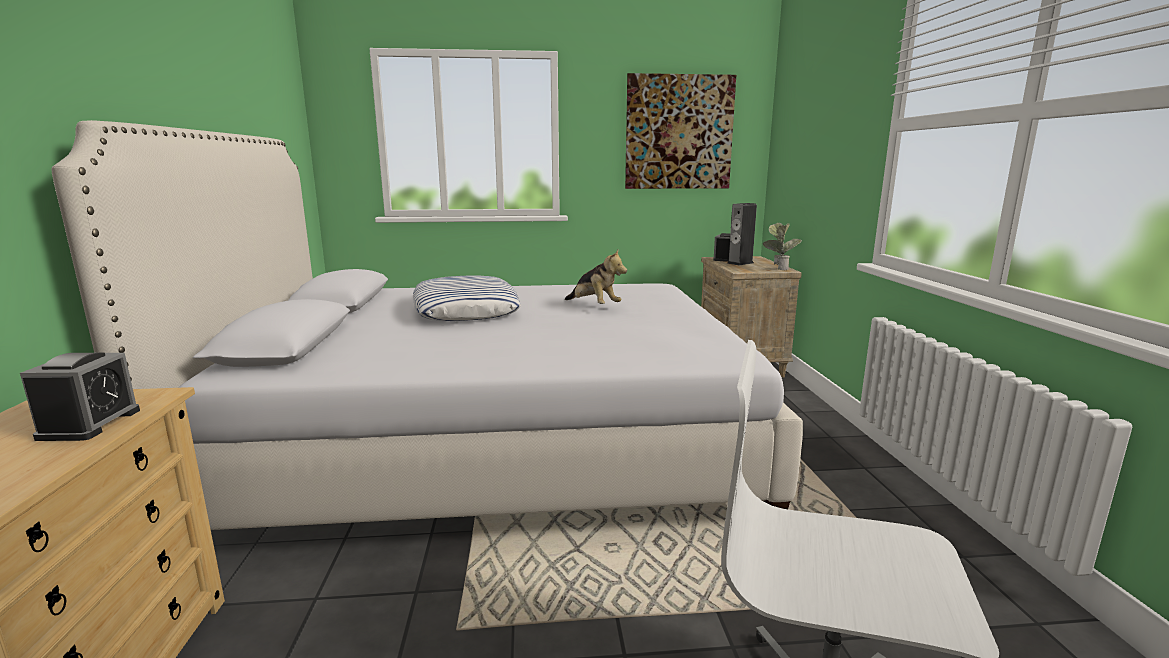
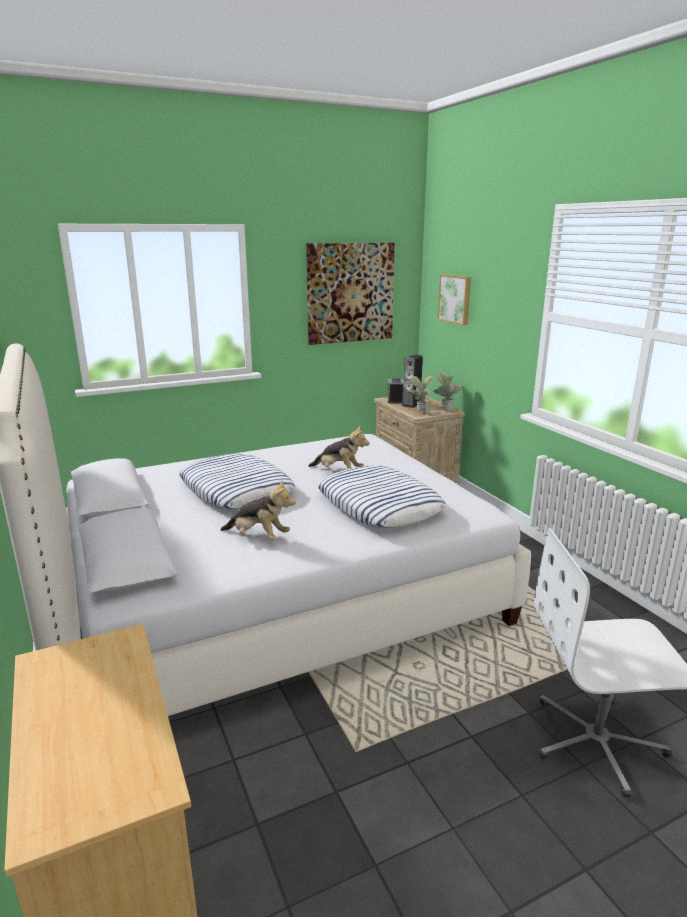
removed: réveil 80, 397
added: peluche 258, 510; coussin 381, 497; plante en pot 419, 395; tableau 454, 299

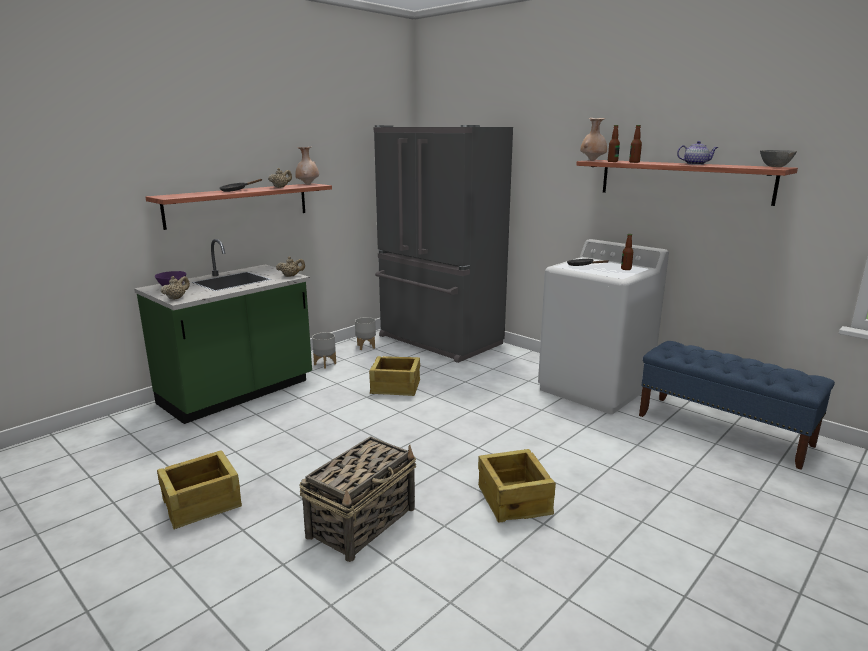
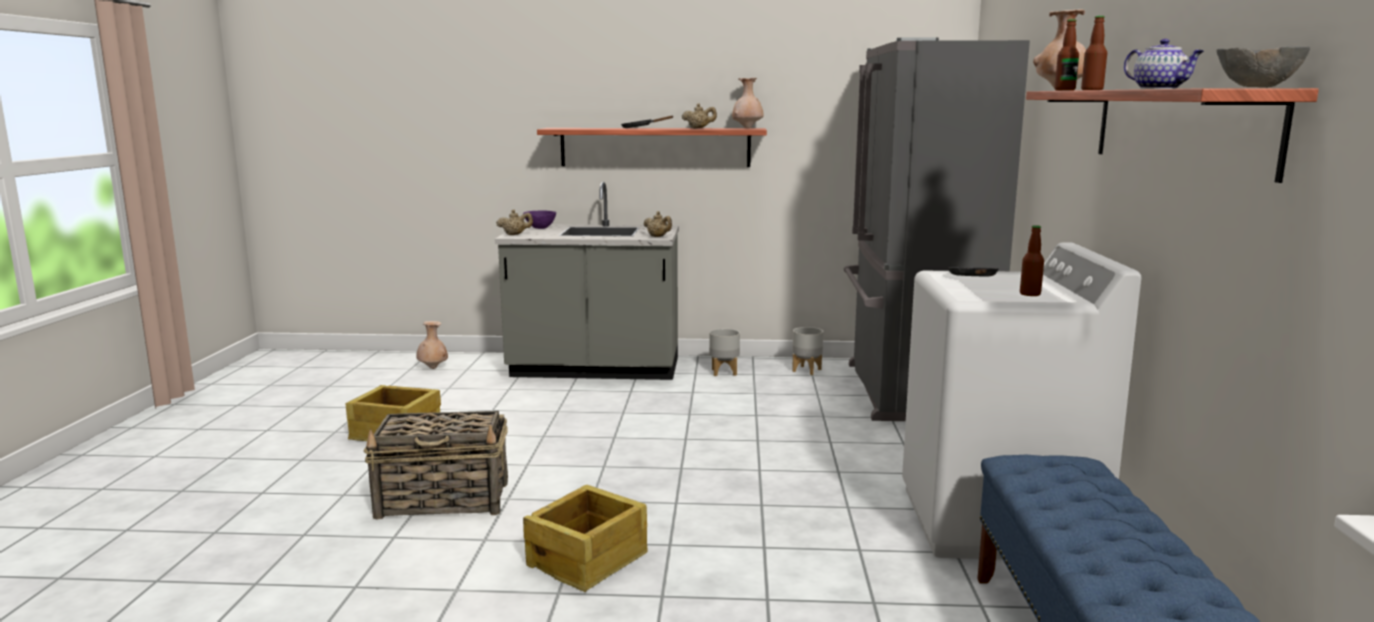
removed: caisse 394, 376
added: vase/beige 432, 345
recoloured: comptoir de cuisine/vert 223, 331 to comptoir de cuisine/gris 587, 281

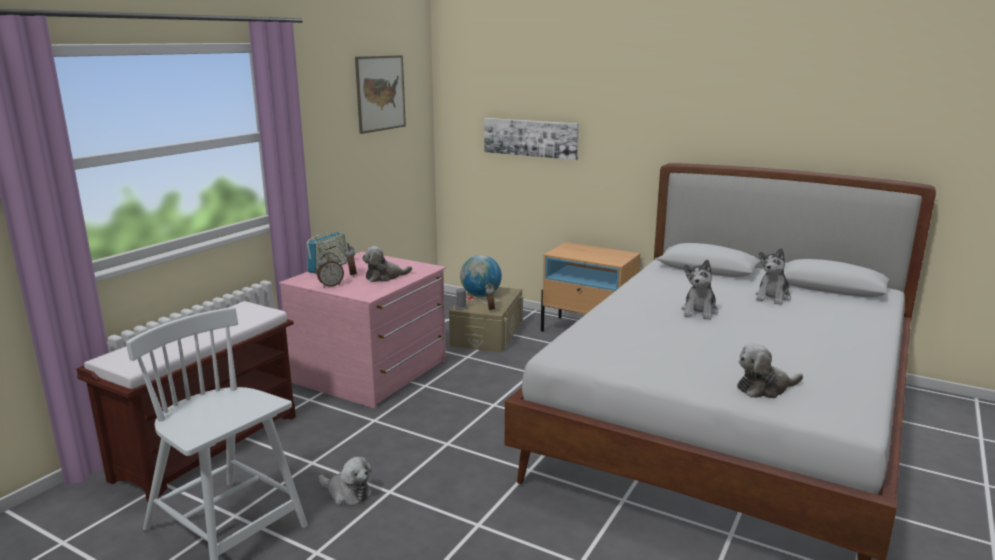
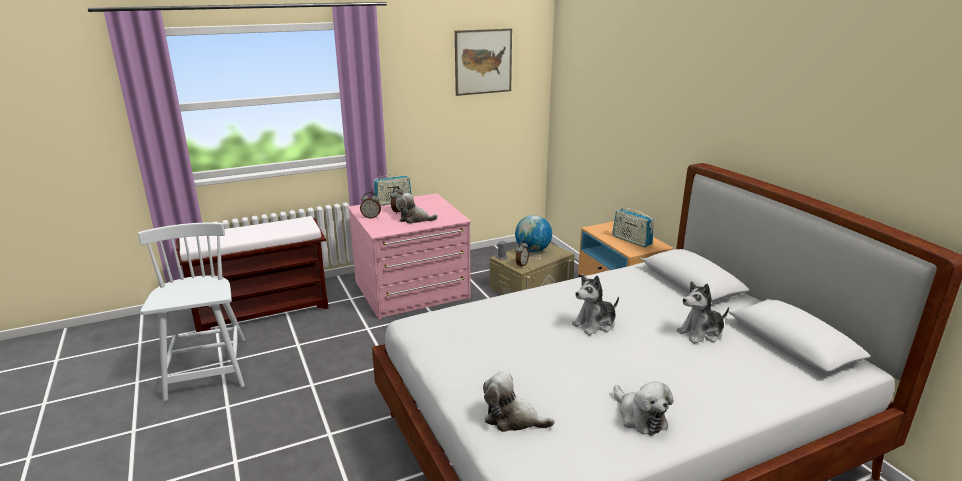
removed: tableau 531, 139
added: radio 633, 226
moved: peluche 345, 481 to 643, 408

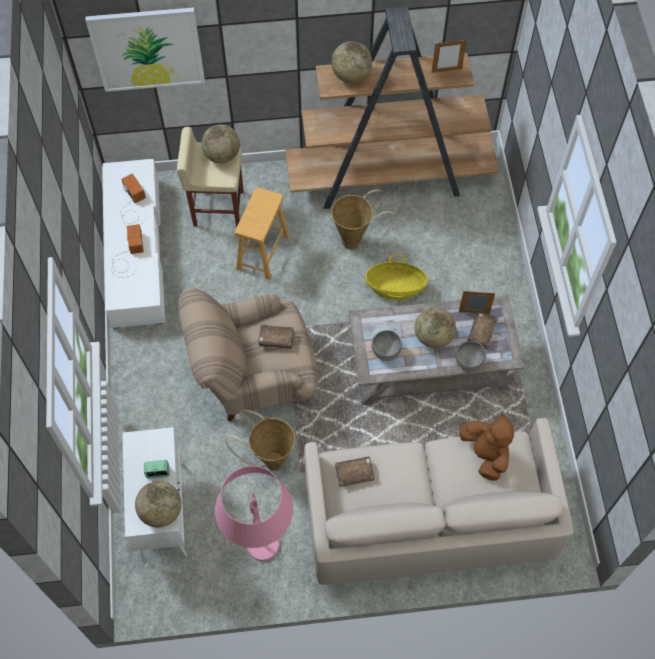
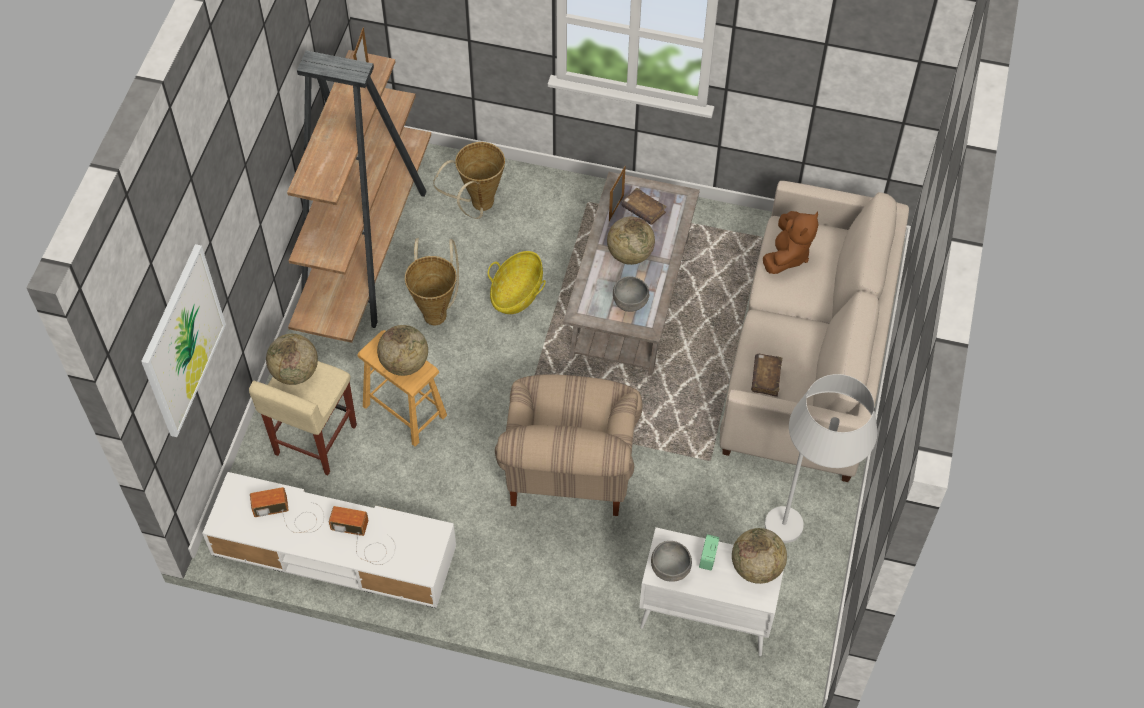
removed: livre/marron 276, 336
moved: globe 351, 62 to 402, 350; panier 260, 440 to 469, 180; bol/gris 470, 356 to 671, 561
recoloured: lampadaire/rose 254, 513 to lampadaire/blanc 821, 458
turned: peluche/marron 486, 447 = 791, 242 120 degrees clockwise

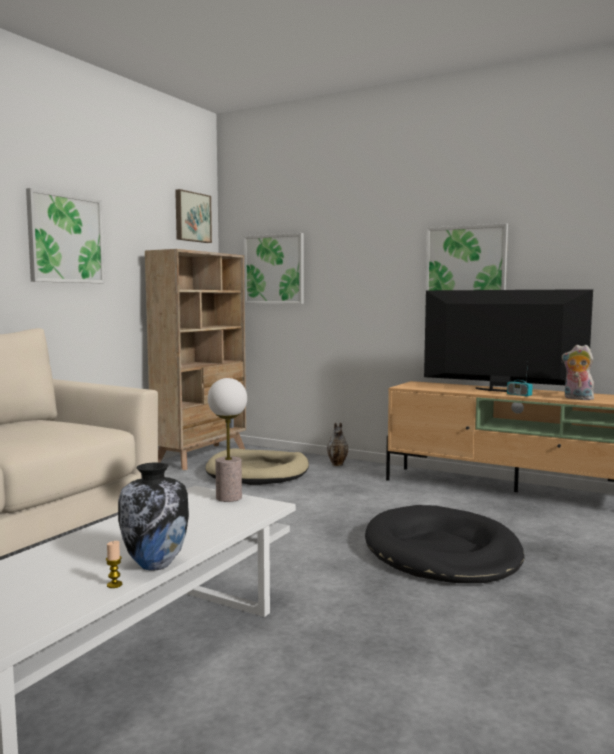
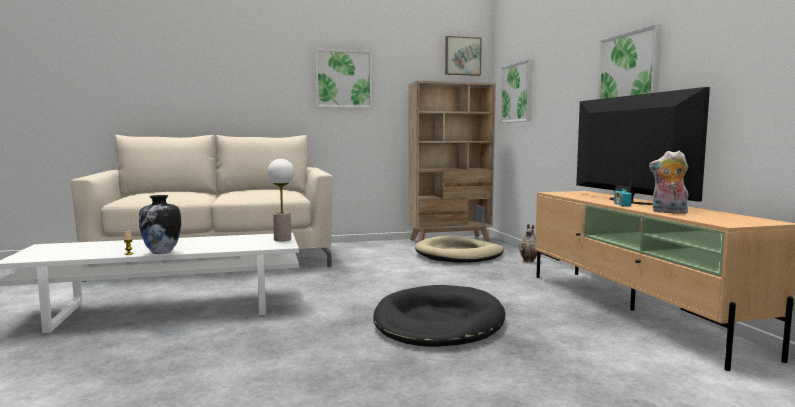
turned: peluche 578, 372 = 669, 182 60 degrees counterclockwise

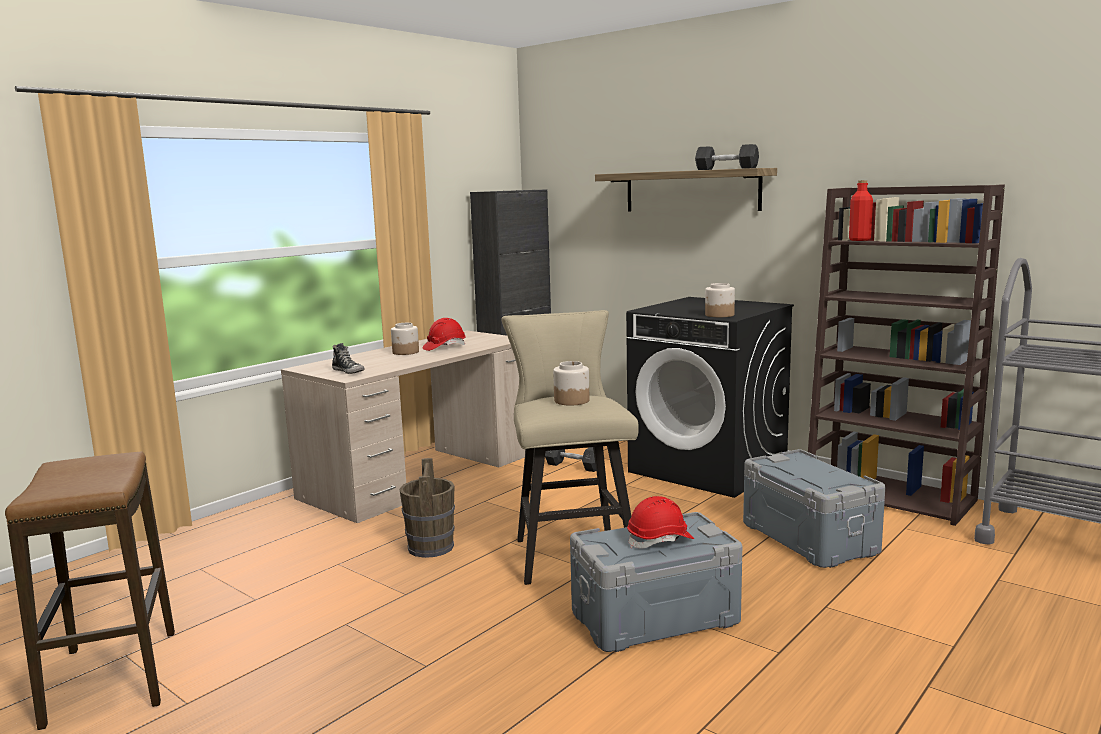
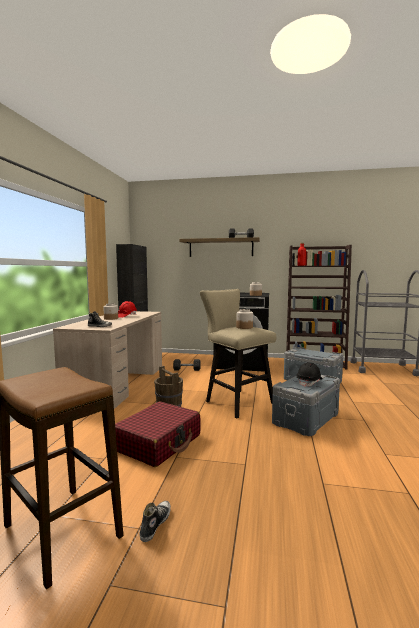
added: valise/rouge 157, 434; chaussure 155, 521
recoloured: casque de chantier/rouge 660, 522 to casque de chantier/noir 309, 374

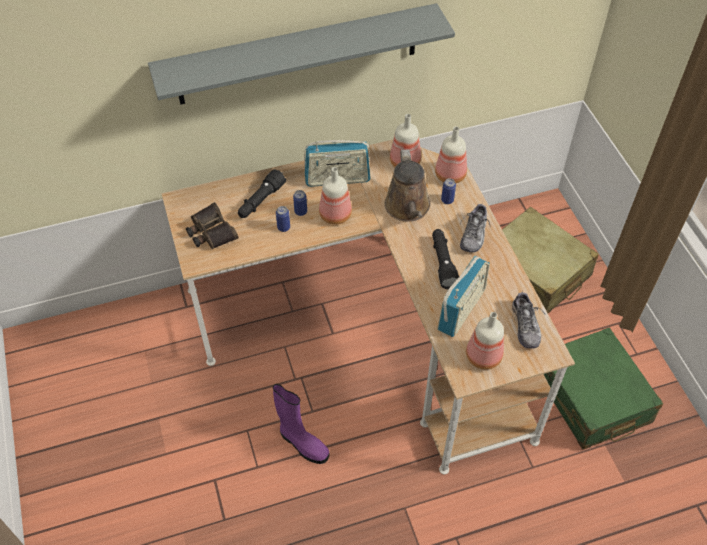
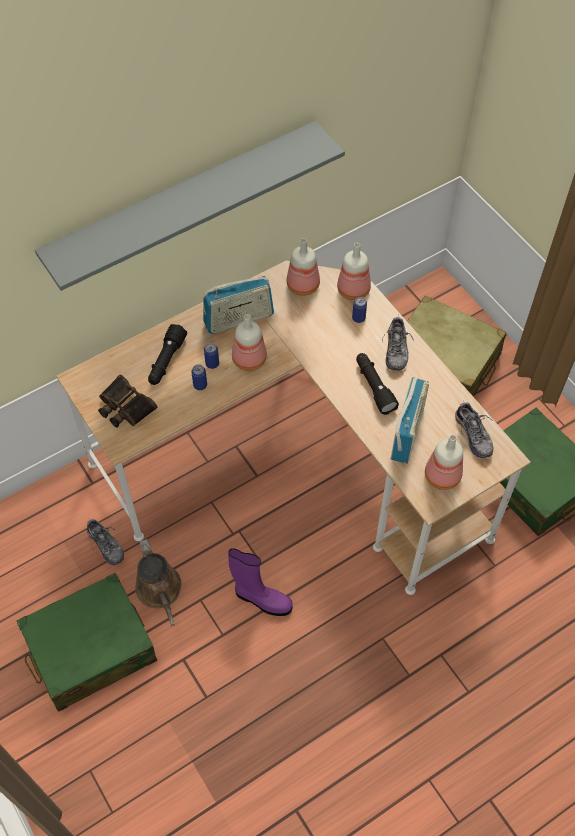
added: valise/vert 87, 642; chaussure 105, 542
moved: arrosoir/marron 407, 185 to 158, 582

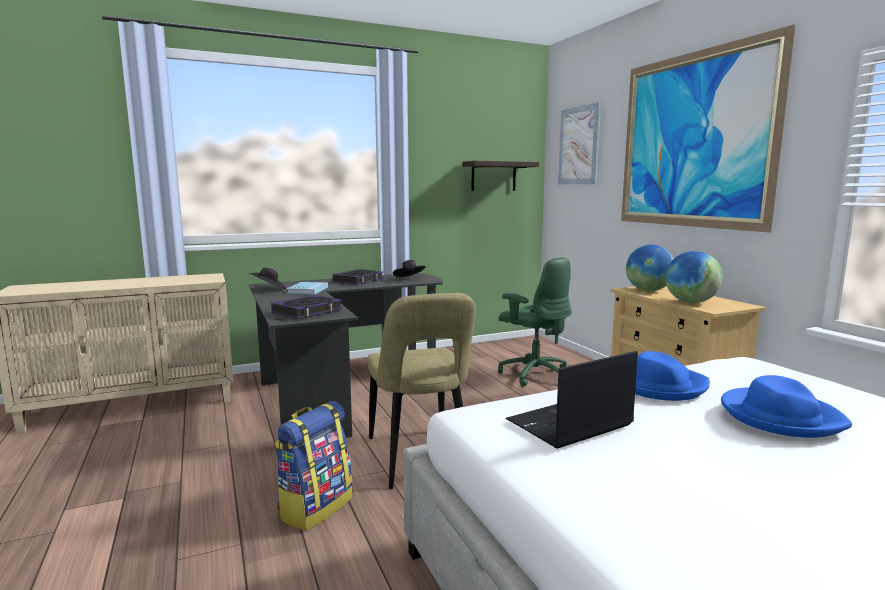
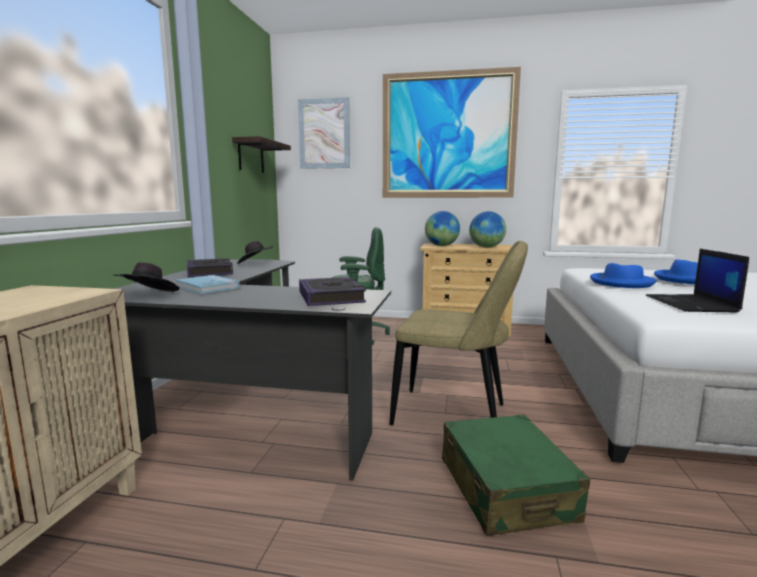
replaced: sac à dos 314, 466 to valise/vert 516, 475

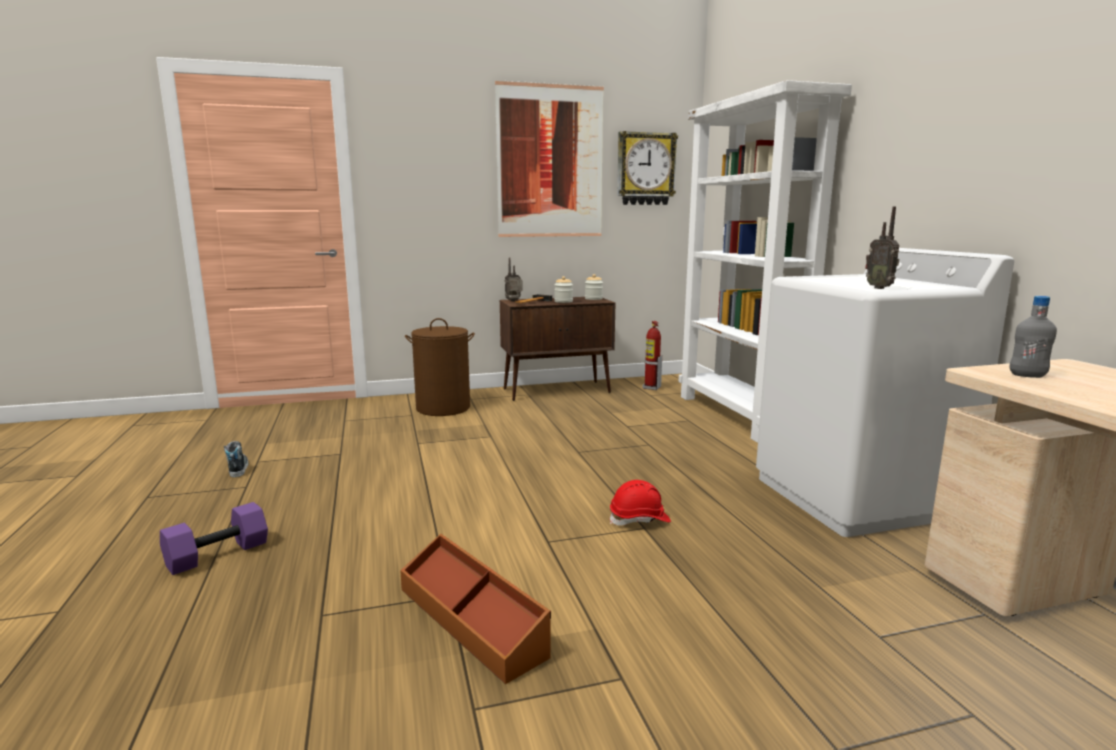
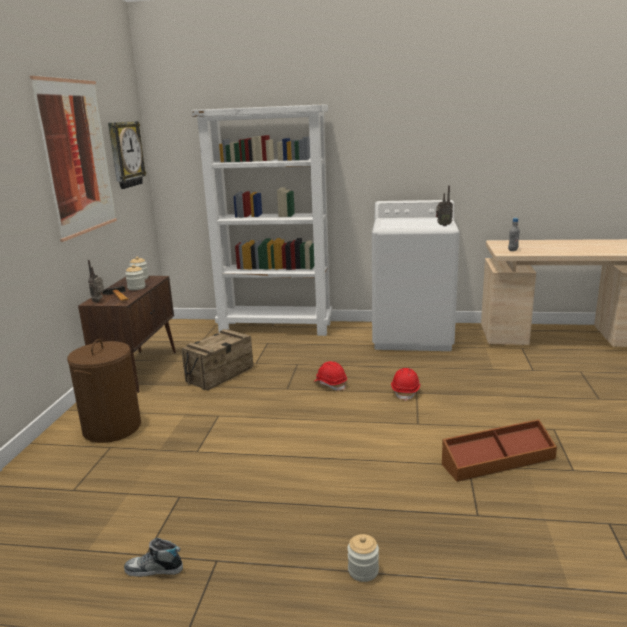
removed: extincteur 652, 355
added: caisse 217, 359; casque de chantier/rouge 331, 376
replaced: haltère/violet 214, 538 to bocal 363, 558

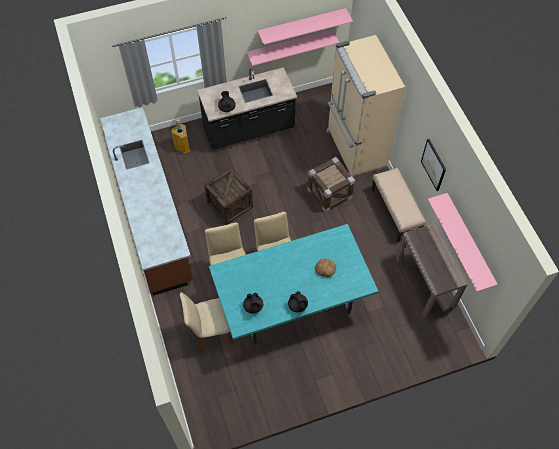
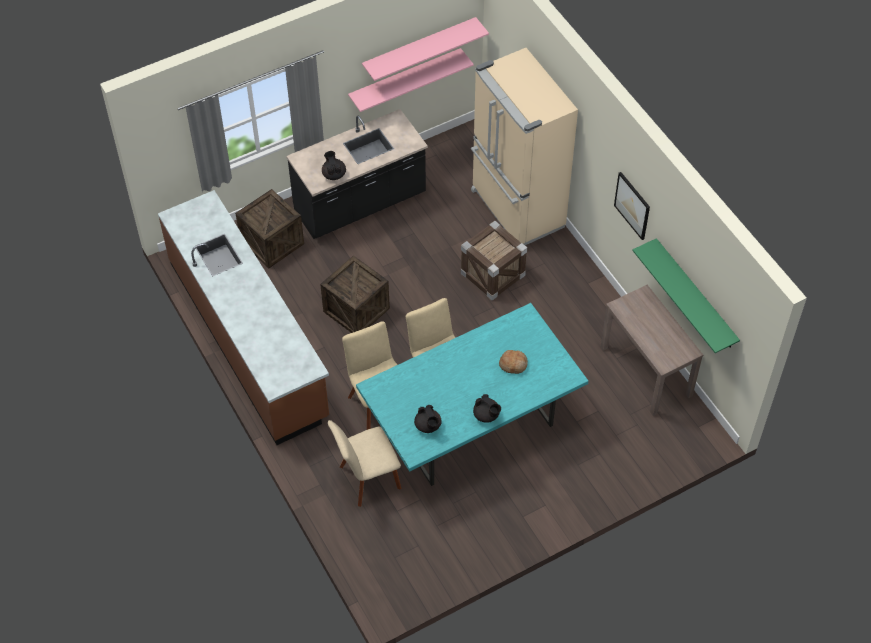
removed: banc/beige 398, 205
replaced: poubelle 180, 136 to caisse 269, 228
recoloured: étagère/rose 463, 242 to étagère/vert 686, 295

